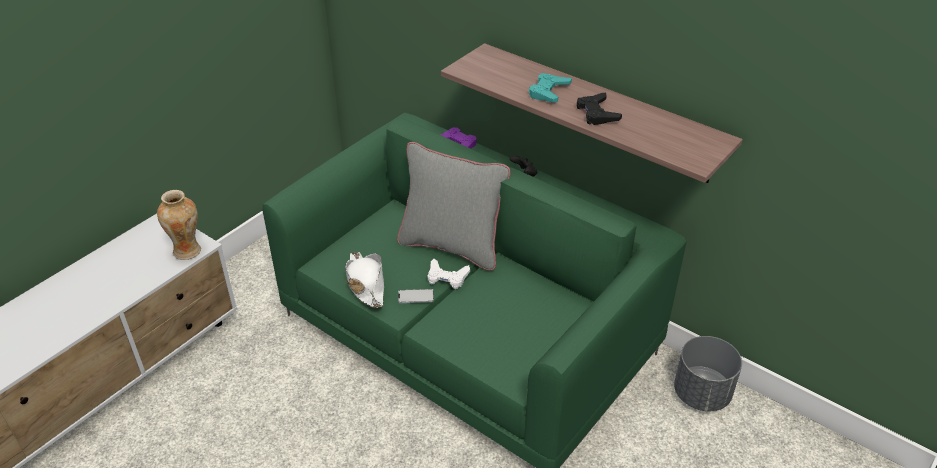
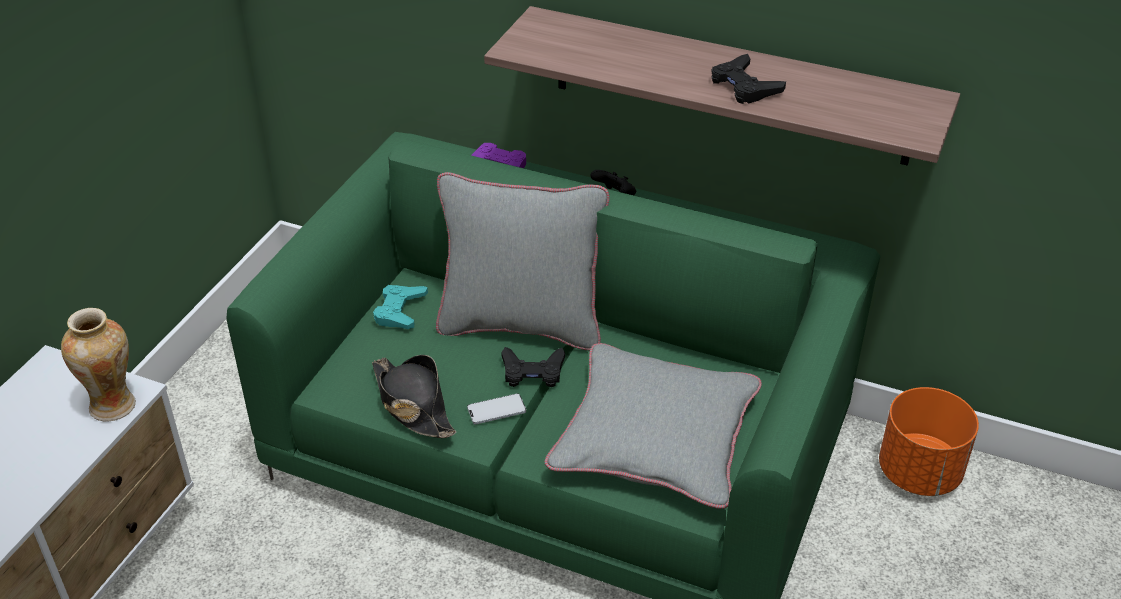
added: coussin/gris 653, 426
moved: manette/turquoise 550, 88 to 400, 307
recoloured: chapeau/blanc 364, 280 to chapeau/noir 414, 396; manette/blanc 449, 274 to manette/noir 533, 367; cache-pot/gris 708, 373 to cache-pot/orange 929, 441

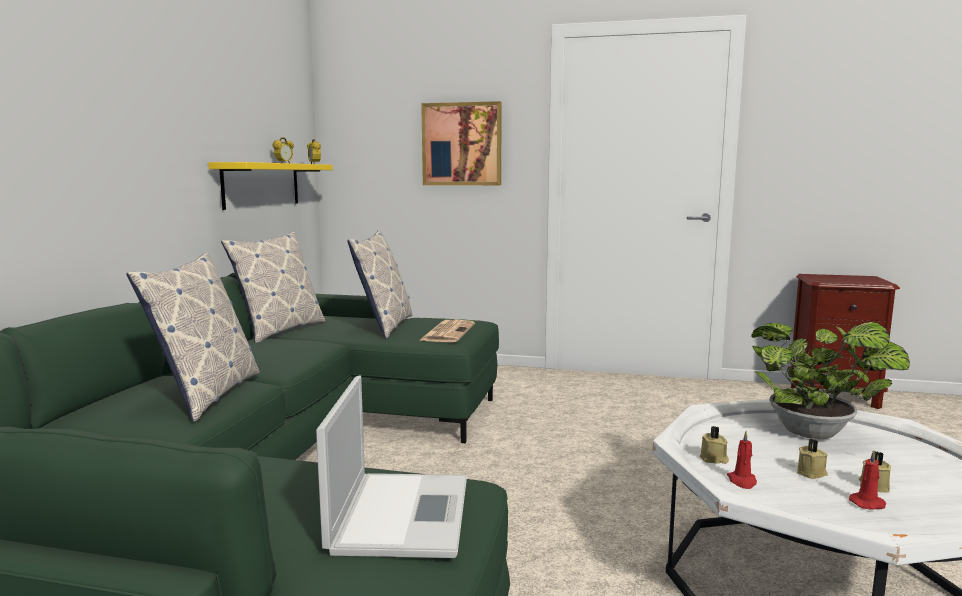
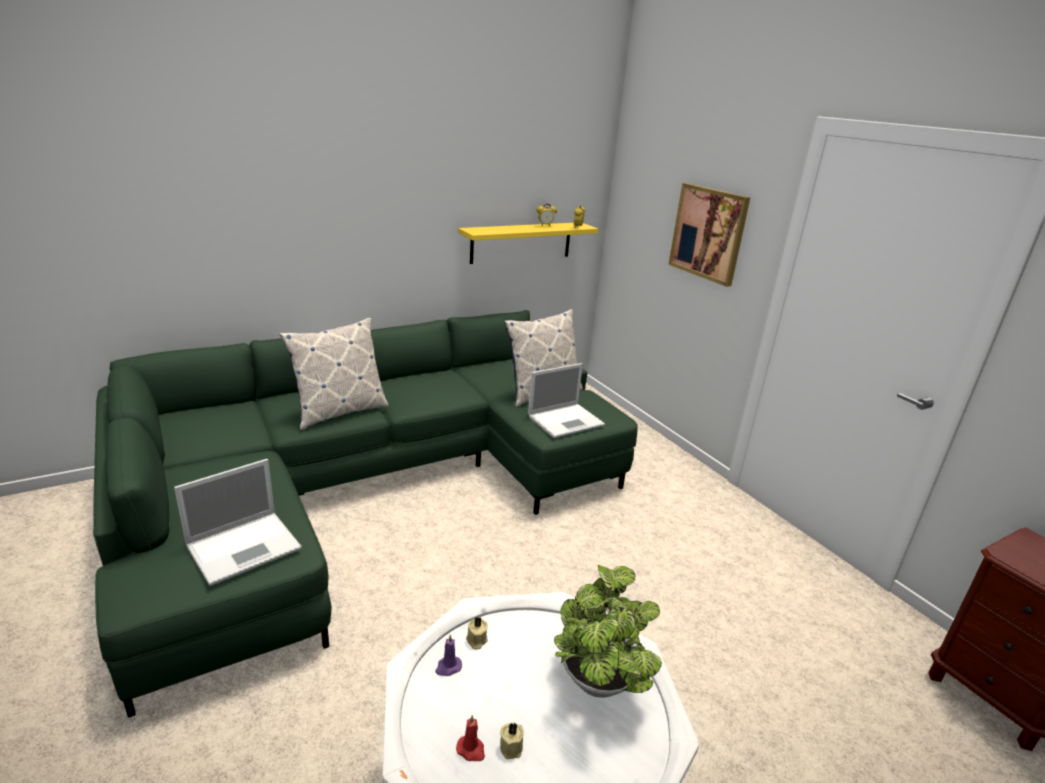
removed: coussin 273, 287; bougie/beige 812, 459
replaced: journal 447, 331 to ordinateur portable 566, 400
recoloured: bougie/rouge 742, 460 to bougie/violet 448, 655

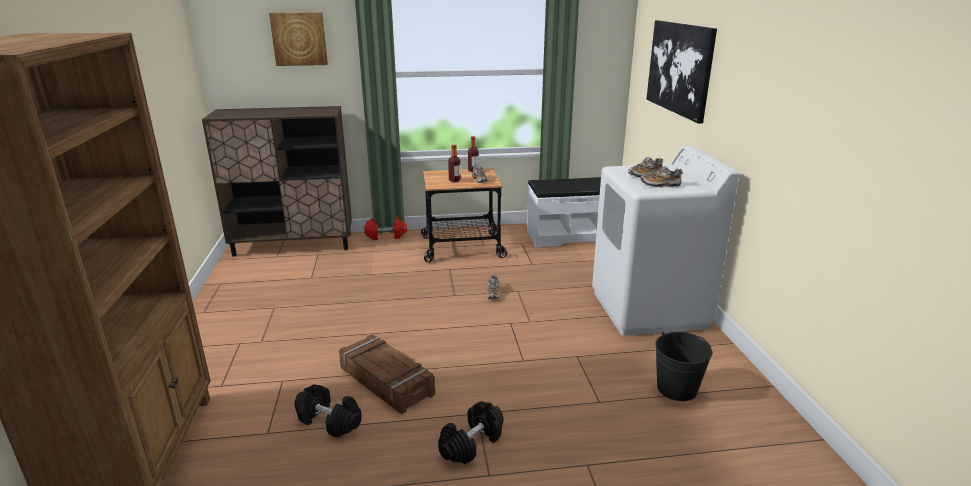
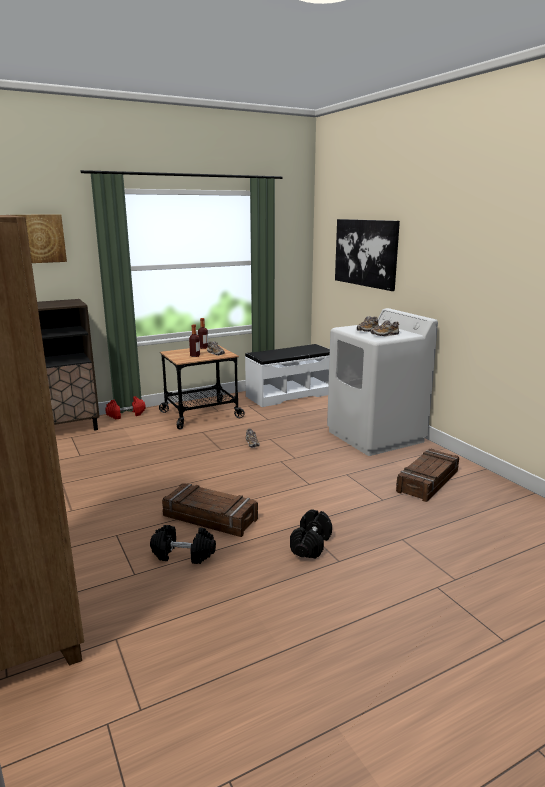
replaced: seau/noir 683, 366 to caisse 427, 475

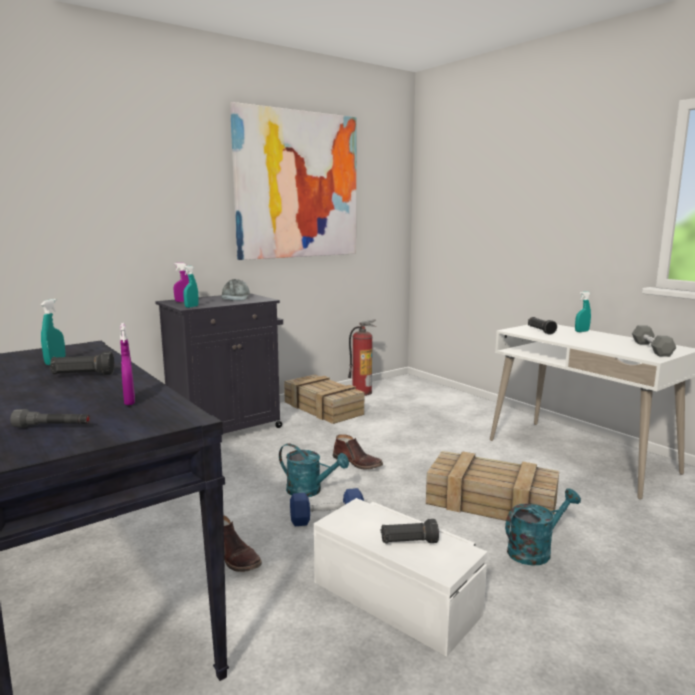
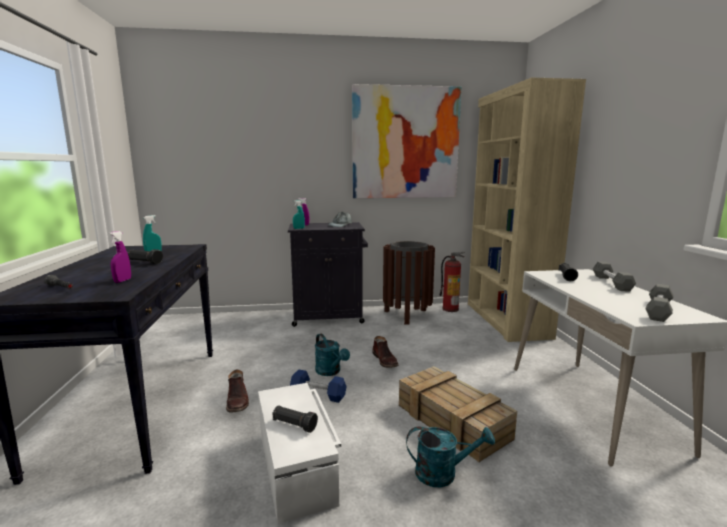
added: bibliothèque/beige 527, 210
replaced: caisse 324, 399 to poubelle/marron 409, 283; vaporisateur/turquoise 583, 311 to haltère/gris 614, 277

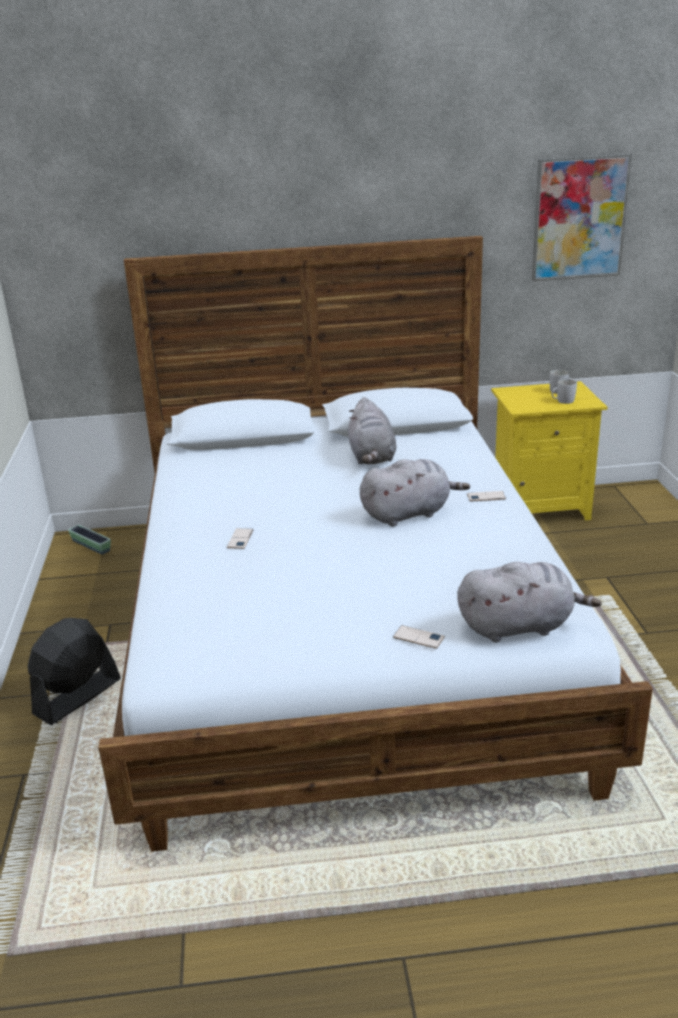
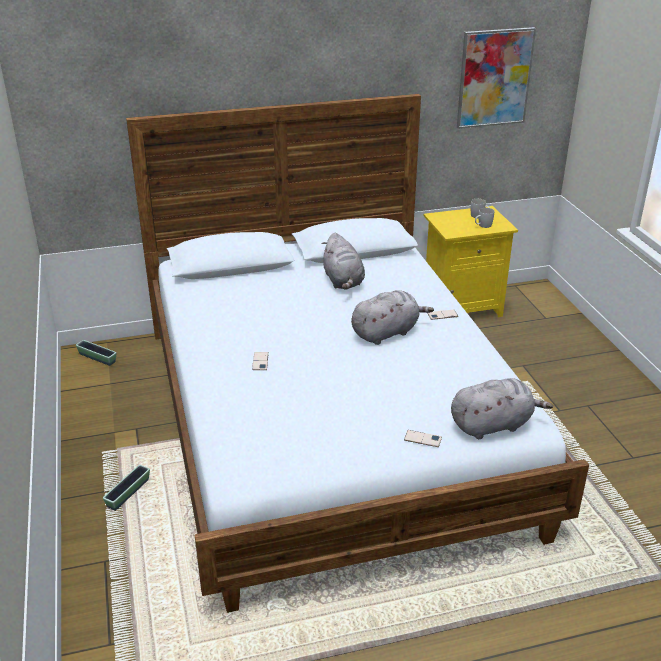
replaced: ventilateur/noir 74, 671 to cache-pot 126, 488

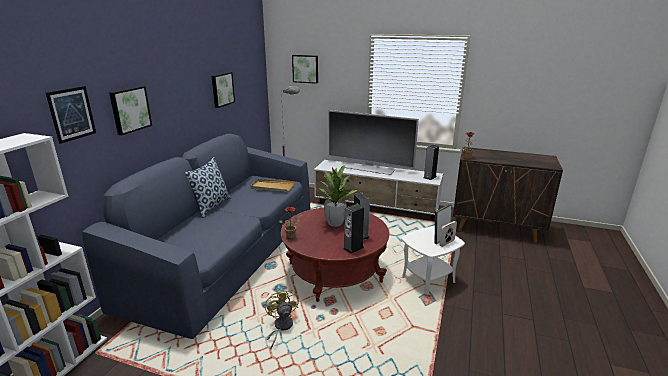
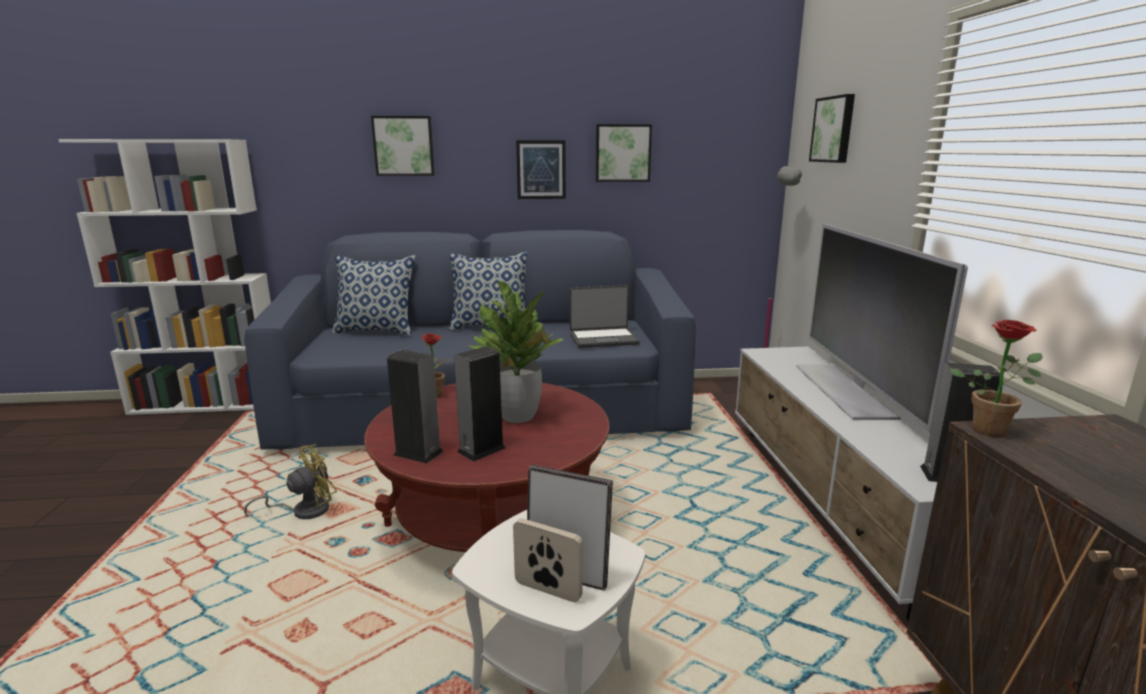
added: coussin 374, 295
moved: tableau 71, 115 to 541, 169
replaced: plateau/beige 272, 185 to ordinateur portable 605, 316

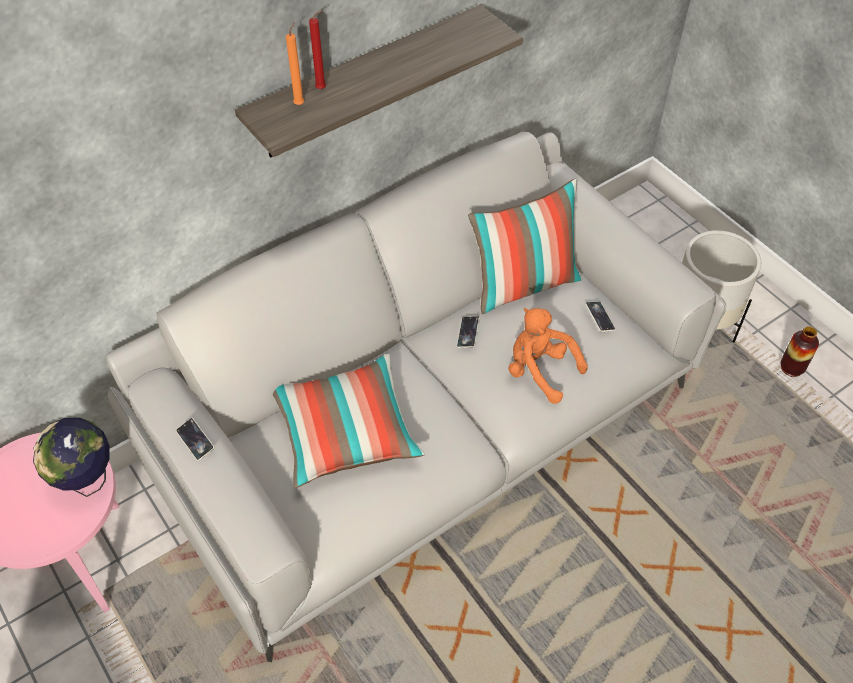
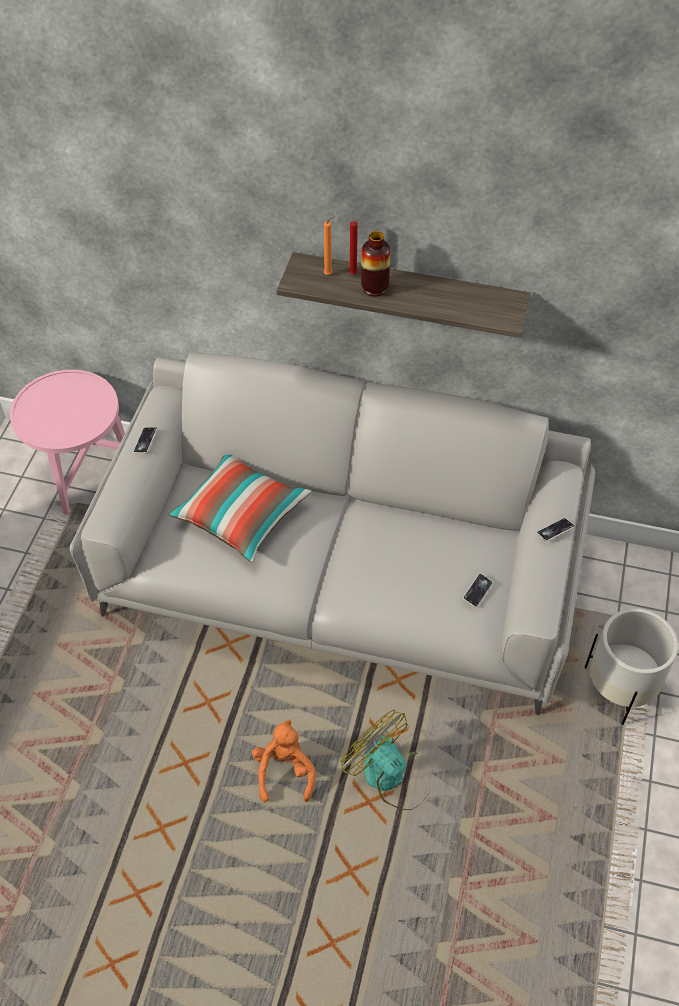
removed: globe 71, 457; coussin 525, 246
added: ventilateur 385, 760
moved: peluche/orange 548, 356 to 283, 761; vase 800, 351 to 376, 264; téléphone 468, 332 to 556, 529

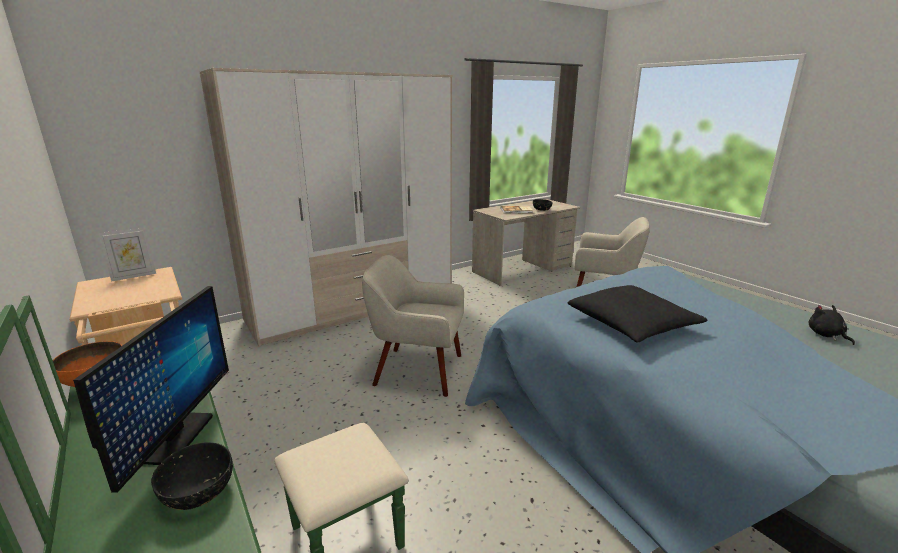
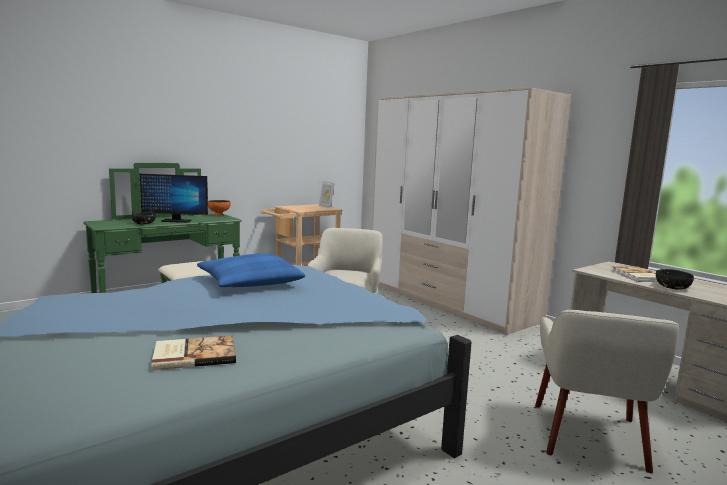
replaced: peluche/noir 832, 325 to livre 193, 353
recoloured: coussin/noir 638, 314 to coussin/bleu 251, 270

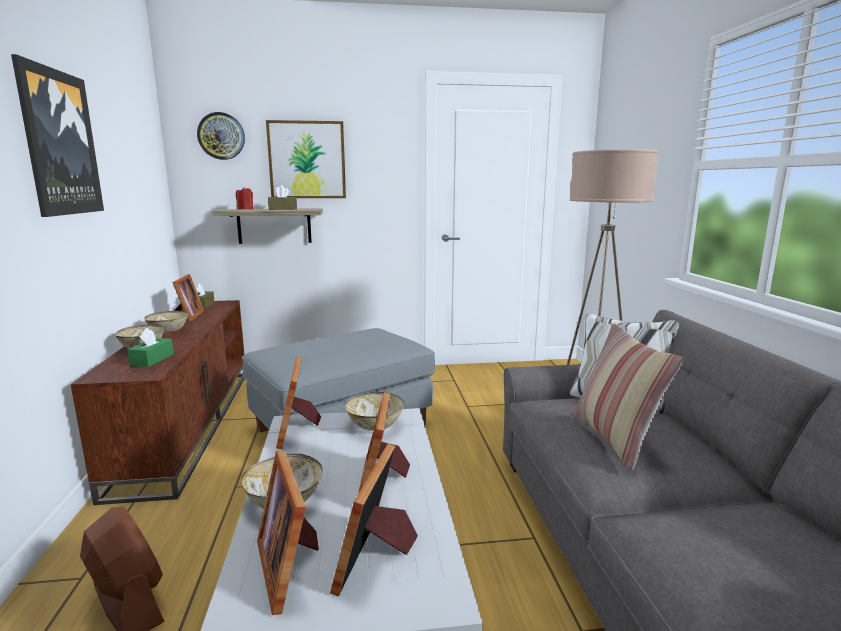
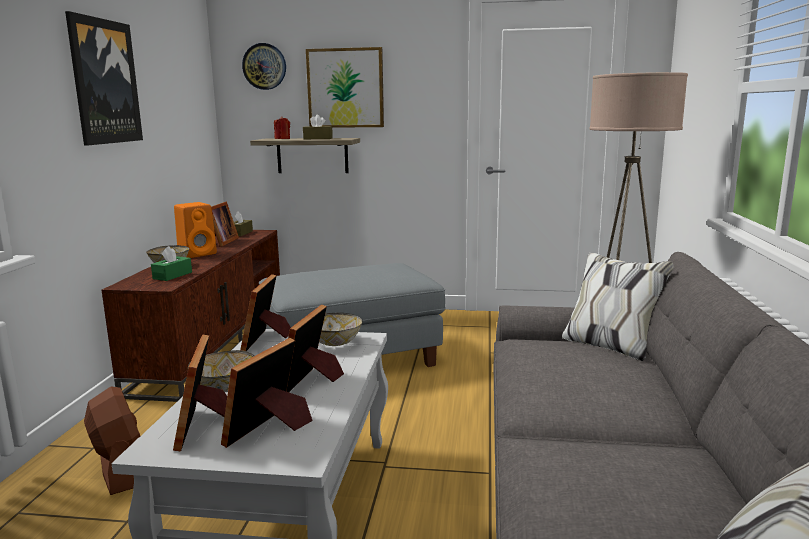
removed: coussin 628, 397
replaced: bol 166, 322 to enceinte/orange 195, 230

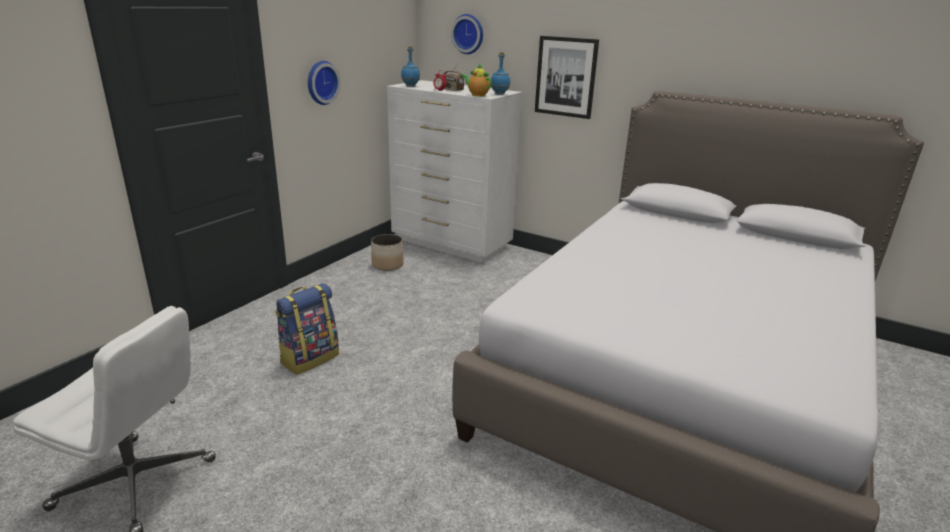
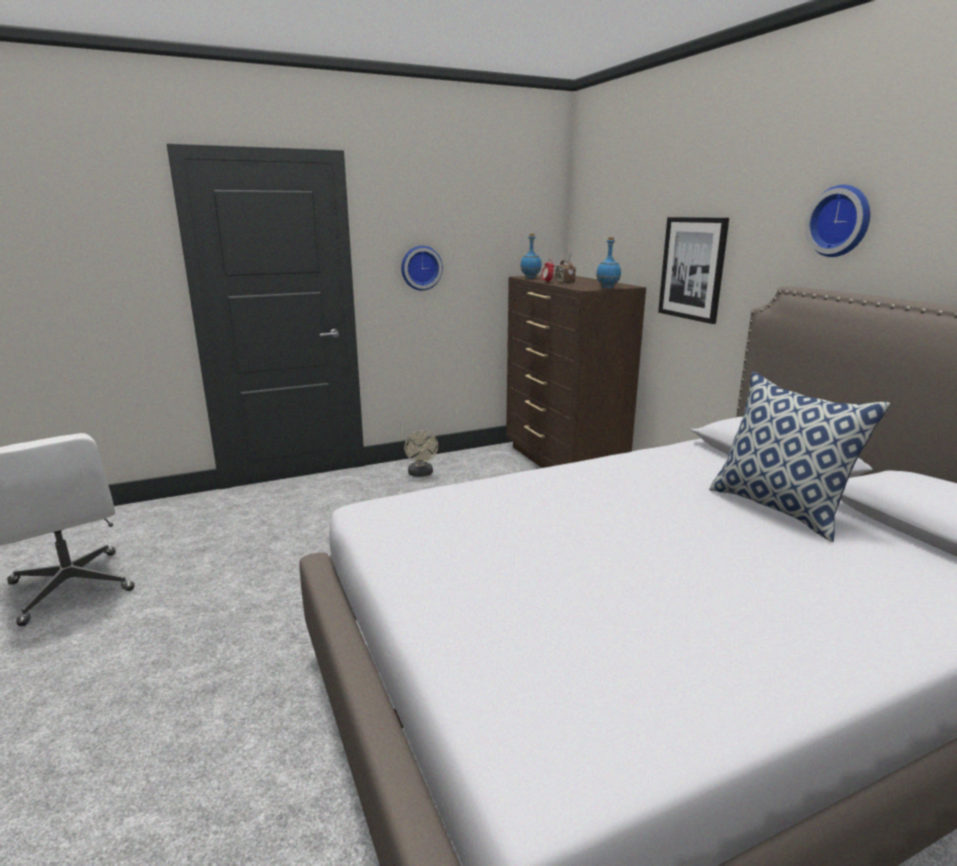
removed: sac à dos 307, 329; cache-pot 387, 252; théière 476, 80
added: ventilateur/beige 421, 453; coussin 800, 457
moved: horloge murale 467, 34 to 837, 221
recoloured: commode/blanc 454, 171 to commode/marron 576, 371

